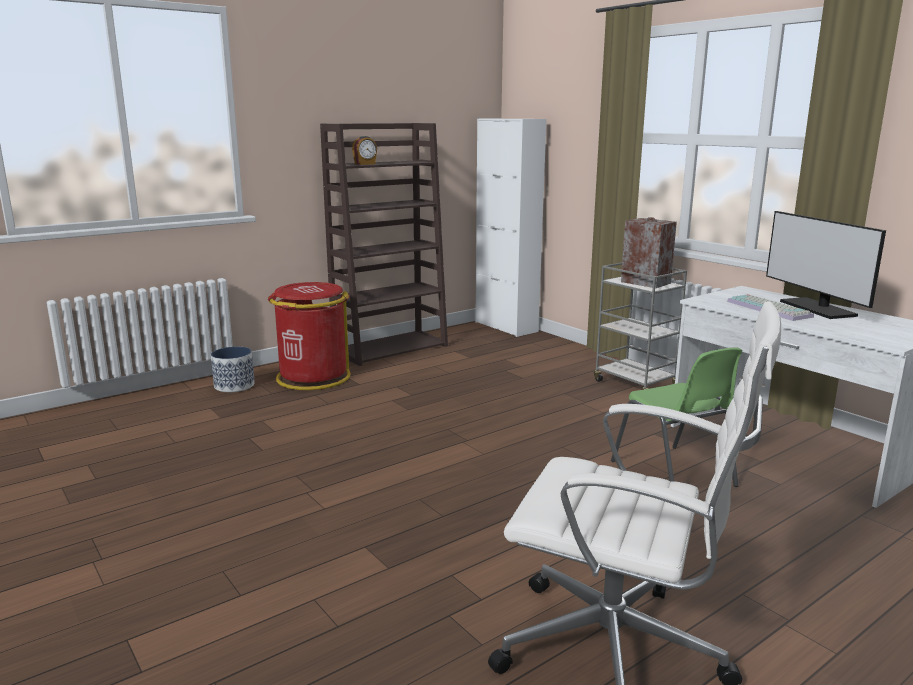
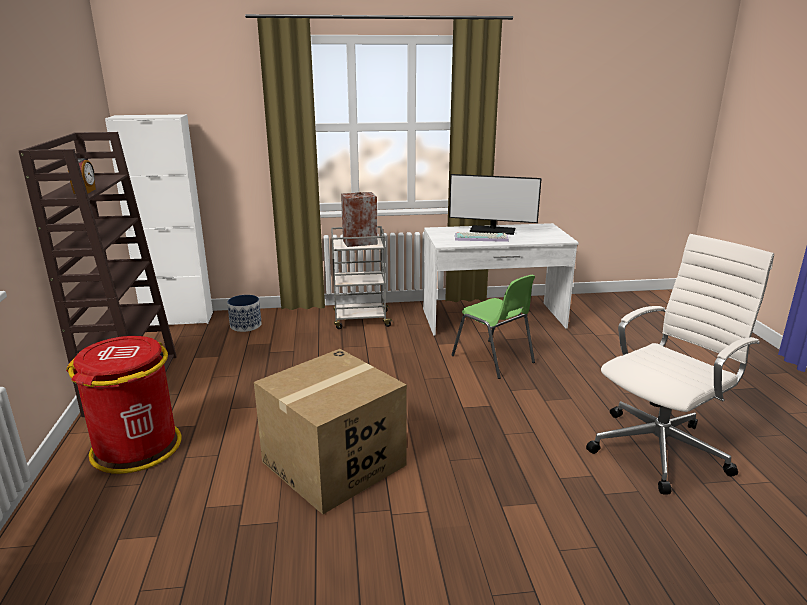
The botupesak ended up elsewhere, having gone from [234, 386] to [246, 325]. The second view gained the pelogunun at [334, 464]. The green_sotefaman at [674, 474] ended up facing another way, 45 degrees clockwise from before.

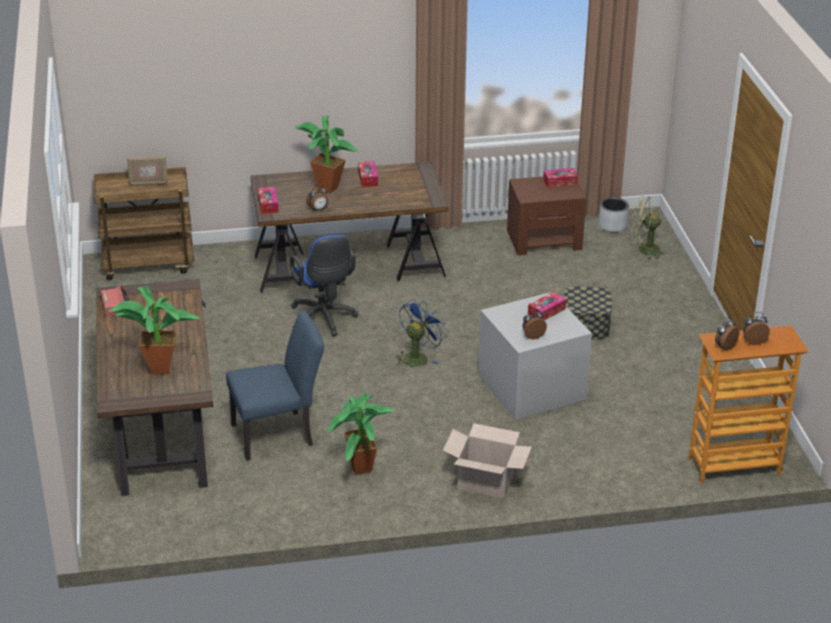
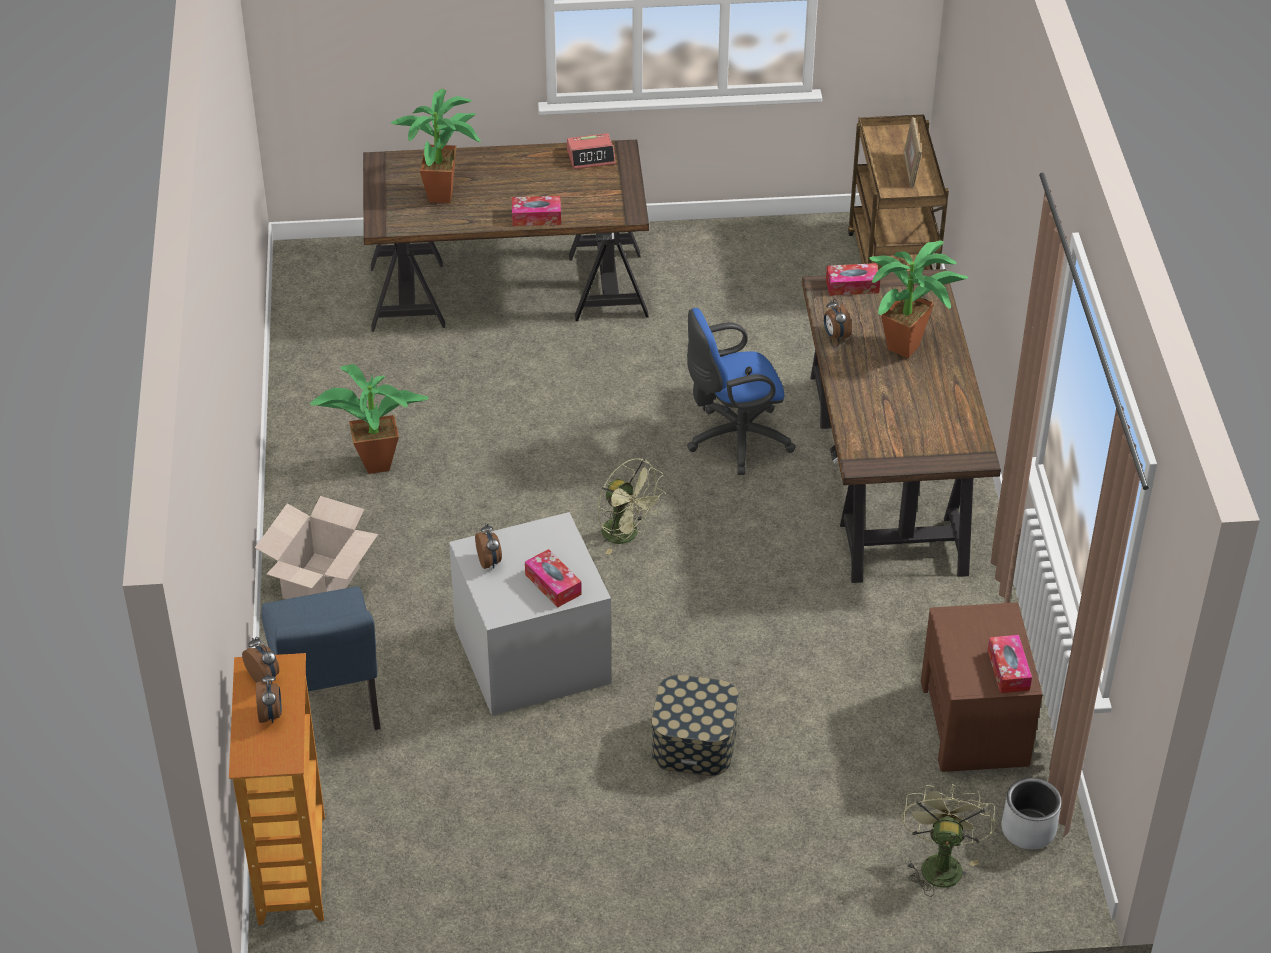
The blue_sotefaman ended up elsewhere, having gone from [279, 434] to [329, 707]. The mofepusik ended up elsewhere, having gone from [368, 178] to [536, 217]. What was the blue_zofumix at [418, 357] turned into the green_zofumix at [627, 535].

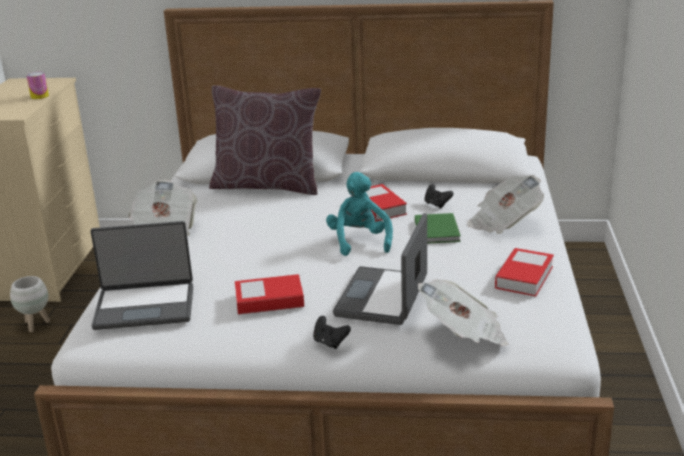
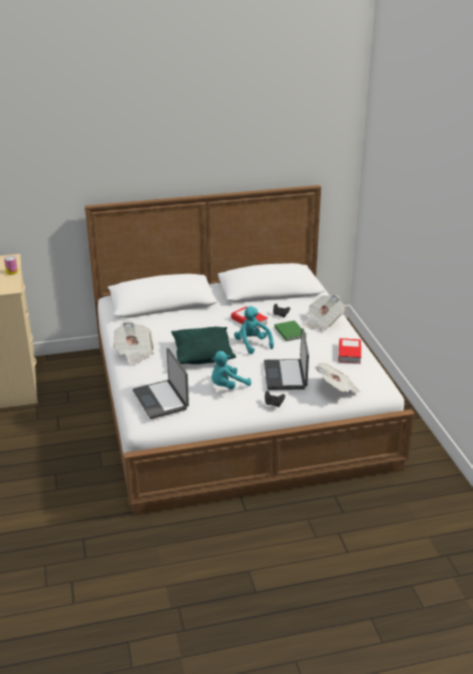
The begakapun at [145, 306] ended up facing another way, 90 degrees clockwise from before. The second view gained the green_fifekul at [202, 354]. Where the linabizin stood at [269, 300], the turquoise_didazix came to stand at [227, 386]. The second view lost the white_botupesak at [36, 325]. The second view lost the brown_fifekul at [267, 185].

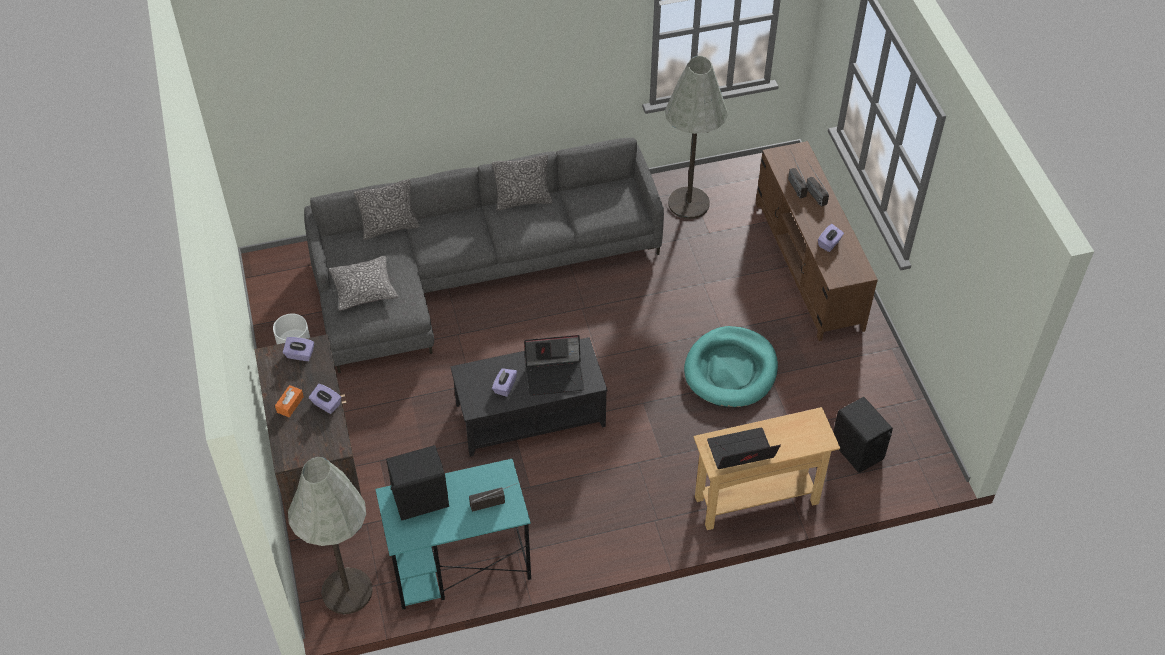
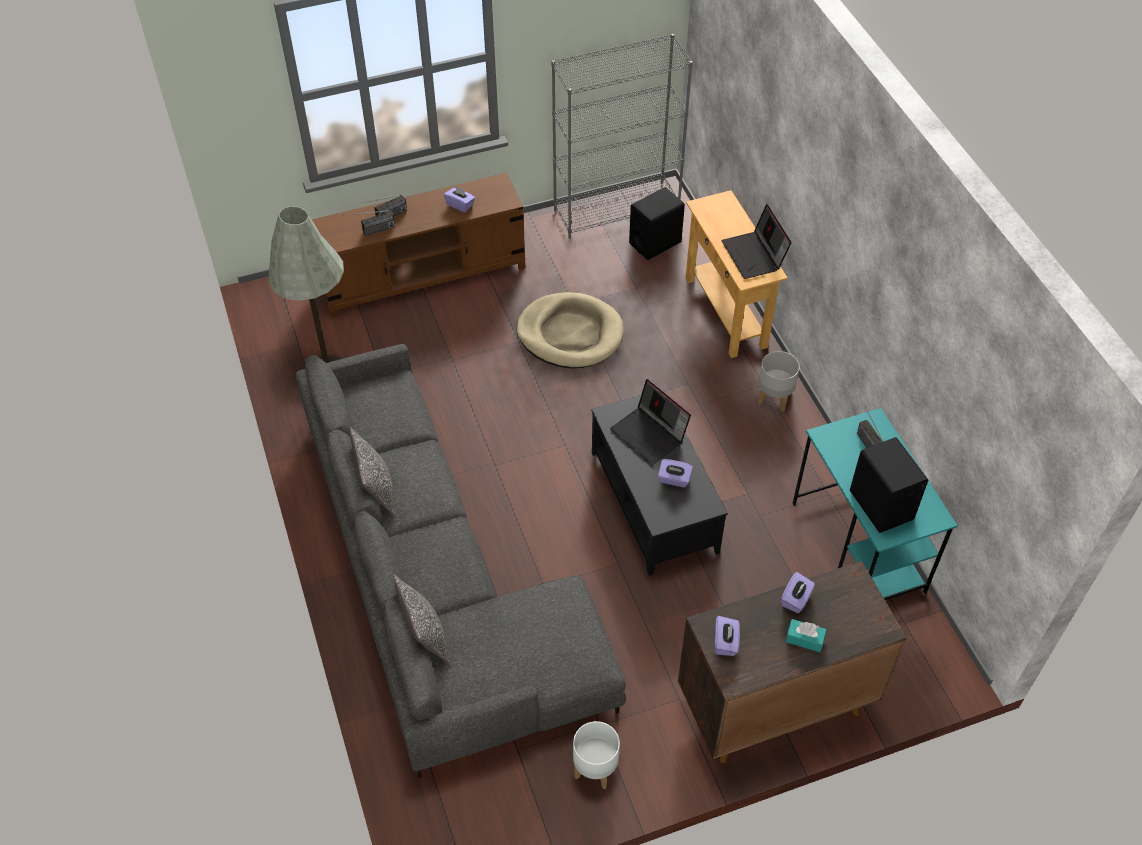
What was the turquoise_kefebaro at [731, 370] turned into the beige_kefebaro at [570, 334]. The second view gained the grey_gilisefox at [617, 209]. The begakapun at [555, 375] ended up facing another way, 150 degrees clockwise from before. The second view gained the grey_botupesak at [773, 398]. What was the orange_mofepusik at [290, 404] turned into the turquoise_mofepusik at [804, 639]. The second view lost the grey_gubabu at [347, 591]. The second view lost the fifekul at [364, 289].

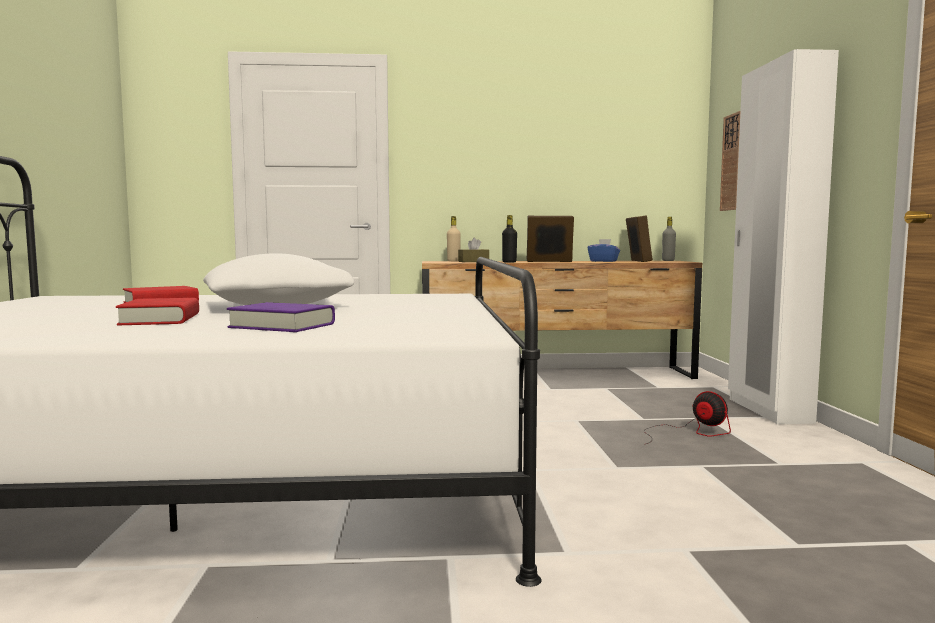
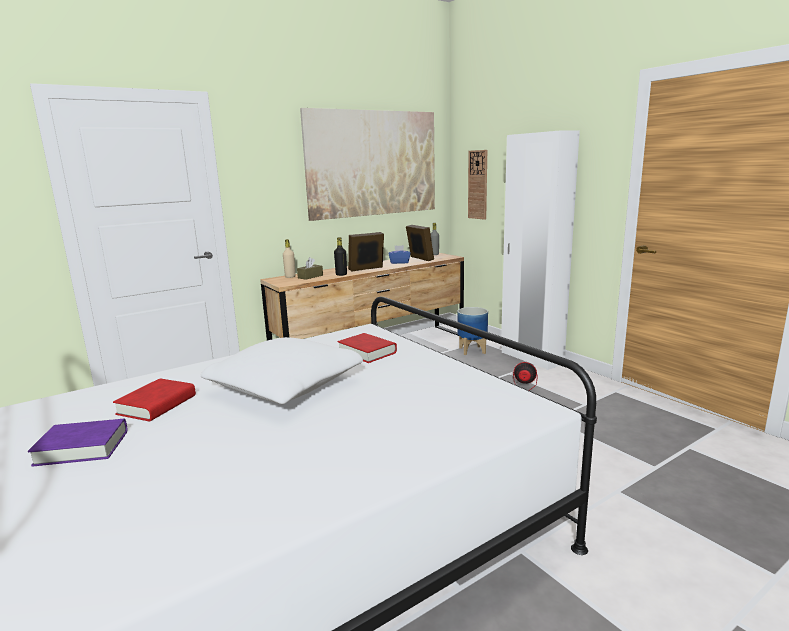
The purple_linabizin ended up elsewhere, having gone from [282, 326] to [82, 448]. The second view gained the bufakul at [373, 163]. The red_linabizin ended up elsewhere, having gone from [160, 319] to [367, 352]. The second view gained the botupesak at [472, 350].

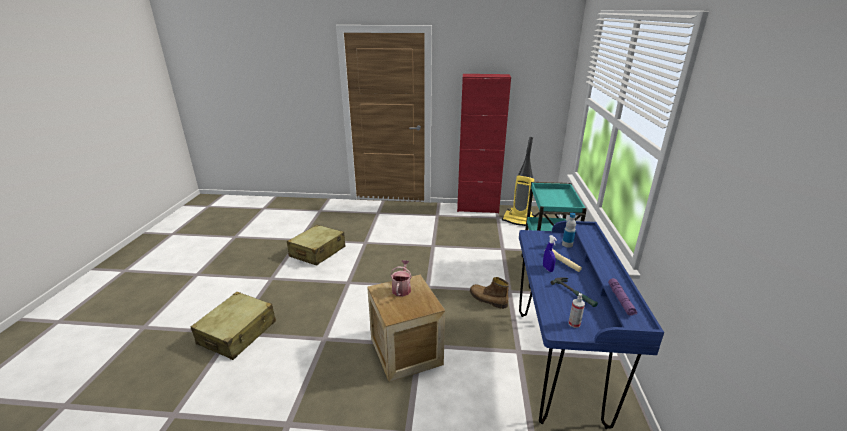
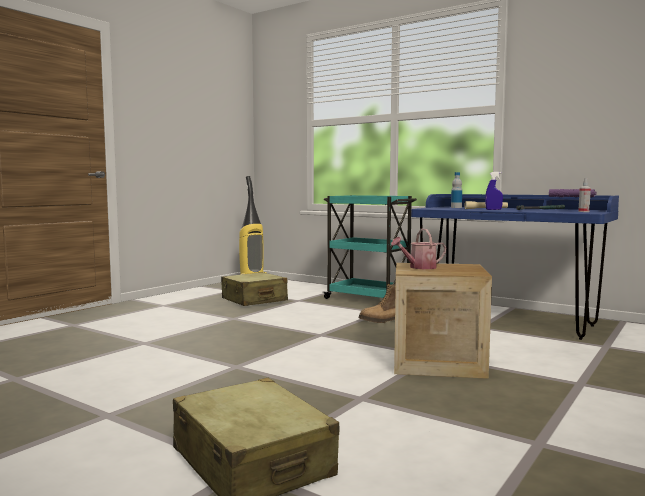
The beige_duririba ended up elsewhere, having gone from [317, 252] to [254, 300]. The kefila at [402, 288] ended up facing another way, 60 degrees counterclockwise from before. The second view lost the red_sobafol at [477, 208].

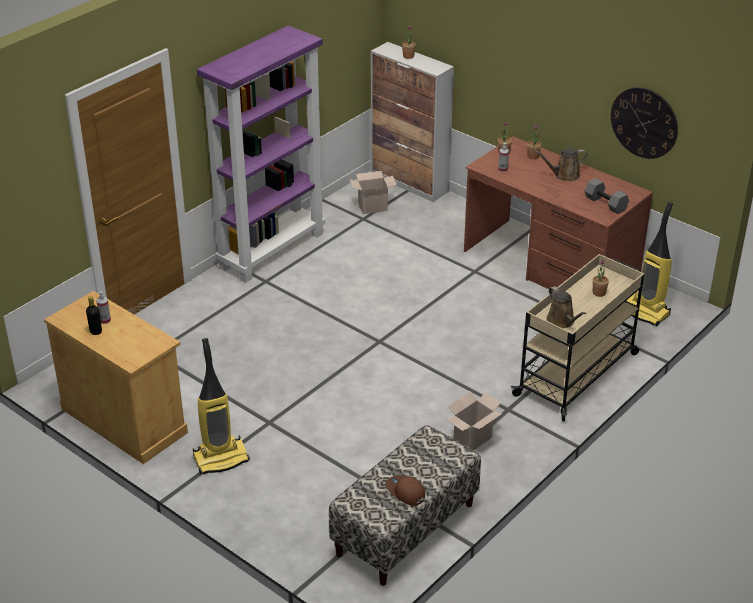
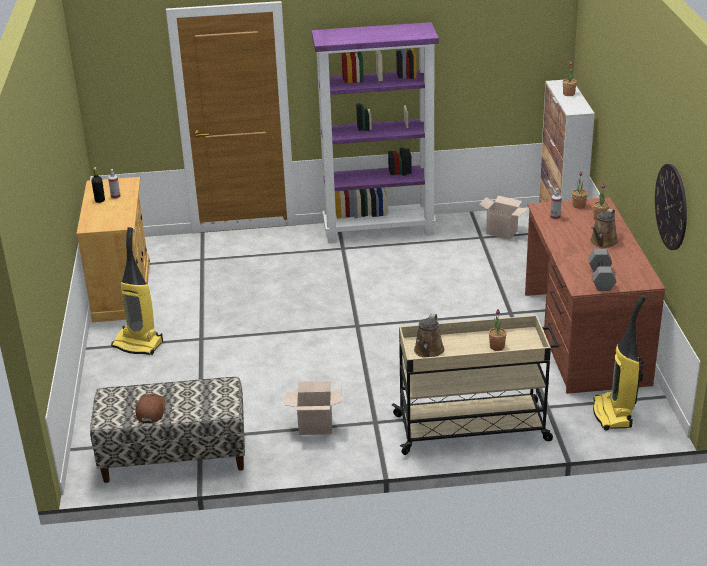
The brown_kefila at [564, 175] ended up facing another way, 90 degrees counterclockwise from before.

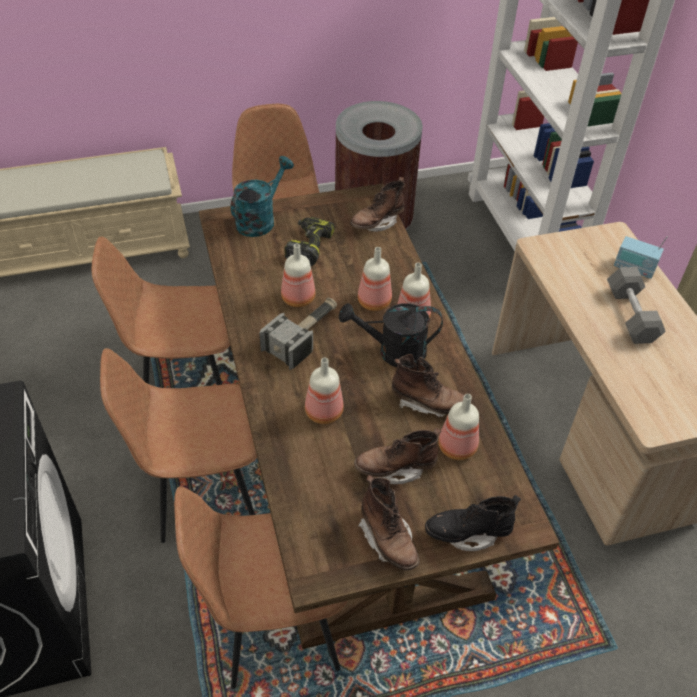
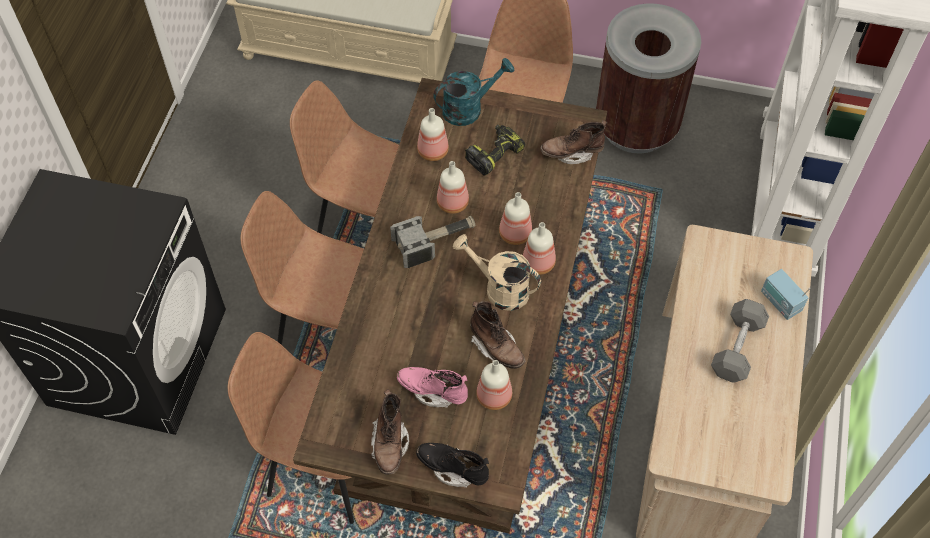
What was the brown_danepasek at [395, 468] turned into the pink_danepasek at [433, 391]. The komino ended up elsewhere, having gone from [322, 412] to [432, 151]. What was the black_kefila at [393, 352] turned into the beige_kefila at [499, 289].

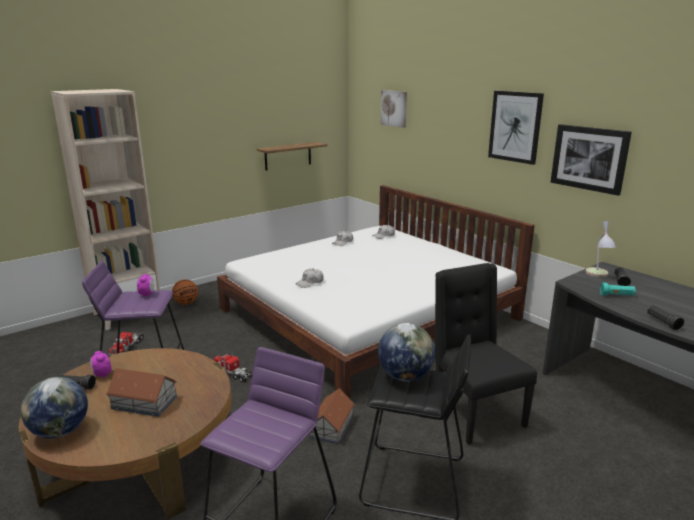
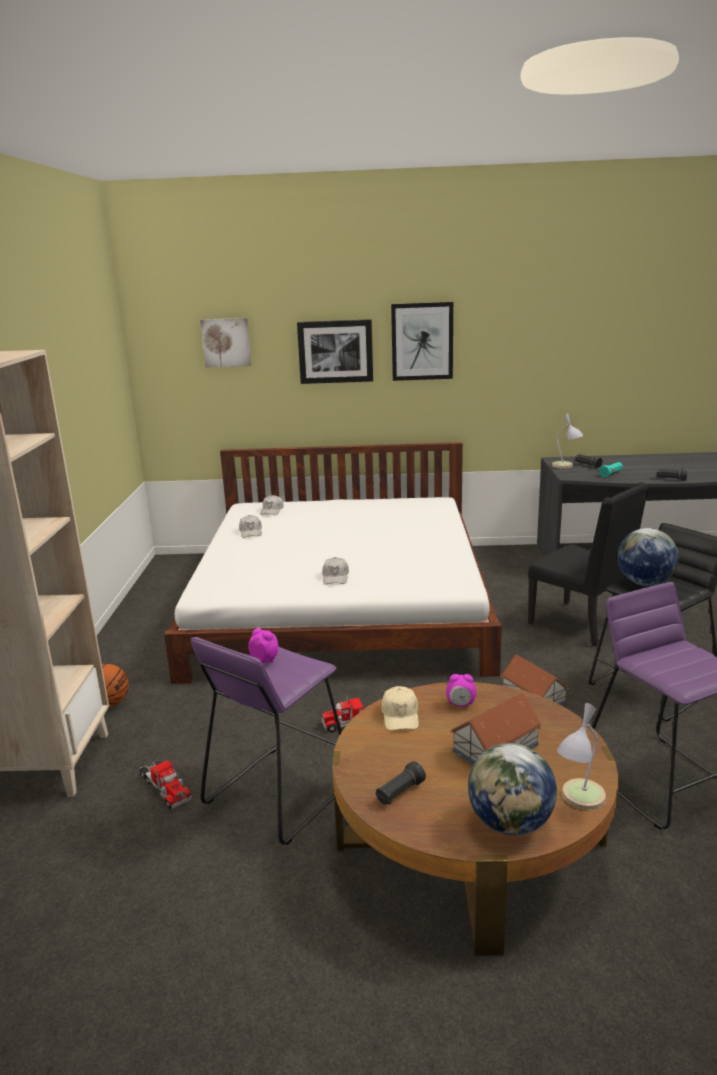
The bufakul ended up elsewhere, having gone from [589, 158] to [335, 351]. The second view gained the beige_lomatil at [400, 715]. The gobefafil ended up elsewhere, having gone from [102, 375] to [461, 704]. The black_sotefaman at [474, 413] ended up facing another way, 150 degrees counterclockwise from before. The second view gained the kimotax at [578, 800]. The second view lost the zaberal at [288, 156].

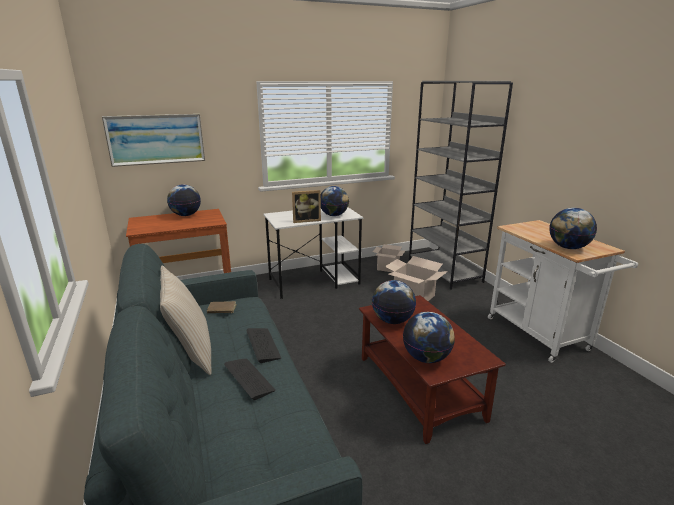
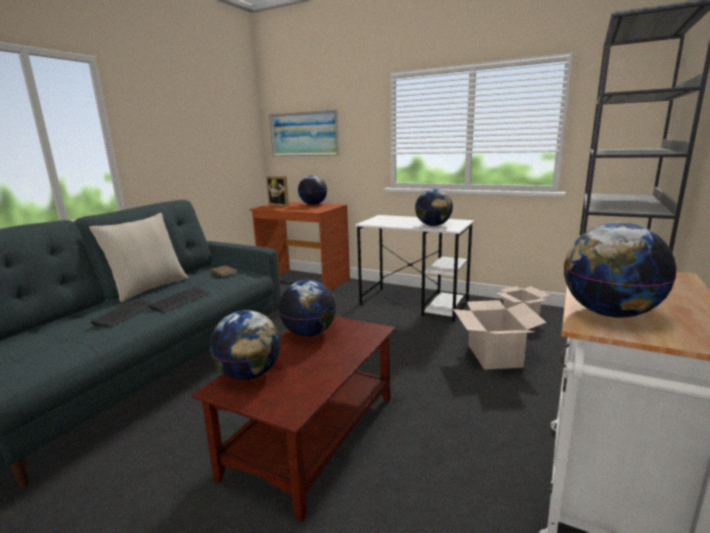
The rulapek ended up elsewhere, having gone from [306, 220] to [280, 205].

